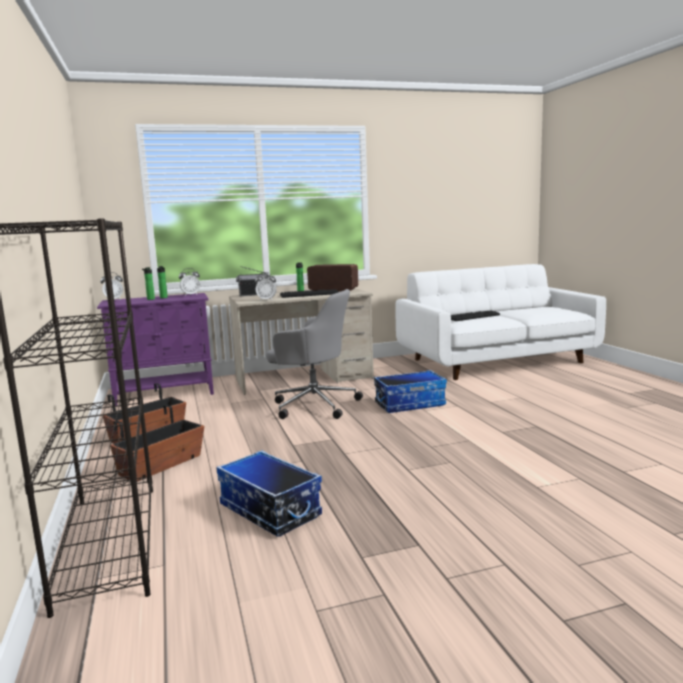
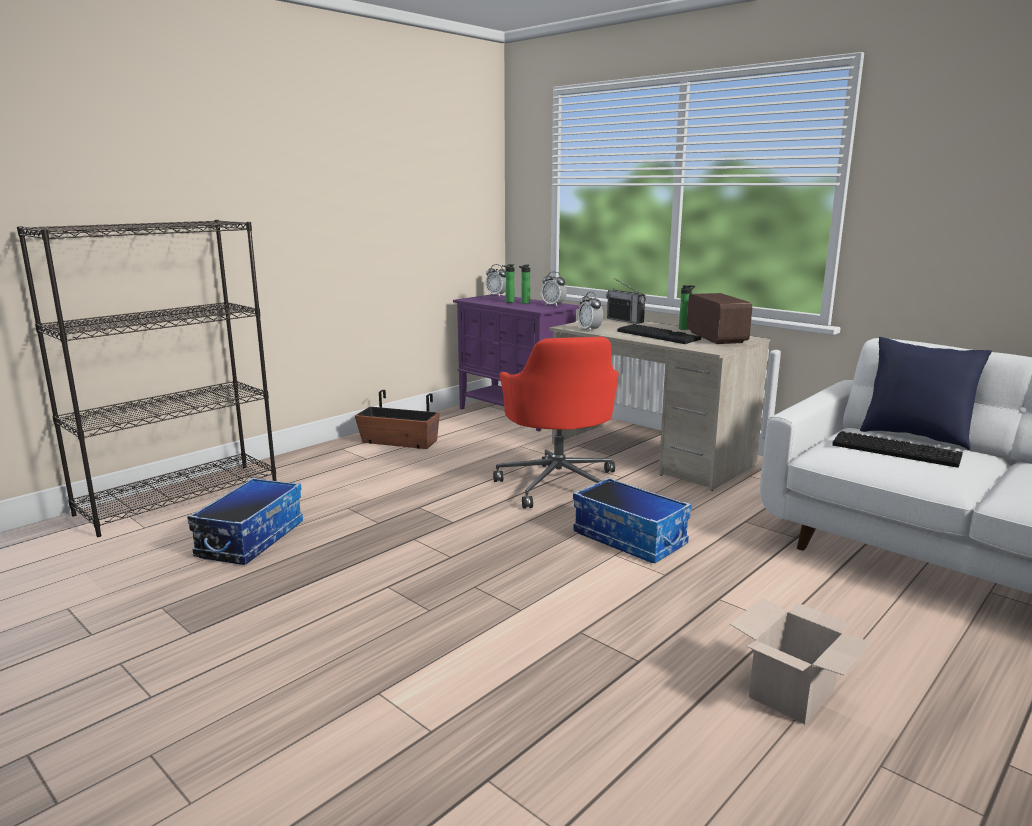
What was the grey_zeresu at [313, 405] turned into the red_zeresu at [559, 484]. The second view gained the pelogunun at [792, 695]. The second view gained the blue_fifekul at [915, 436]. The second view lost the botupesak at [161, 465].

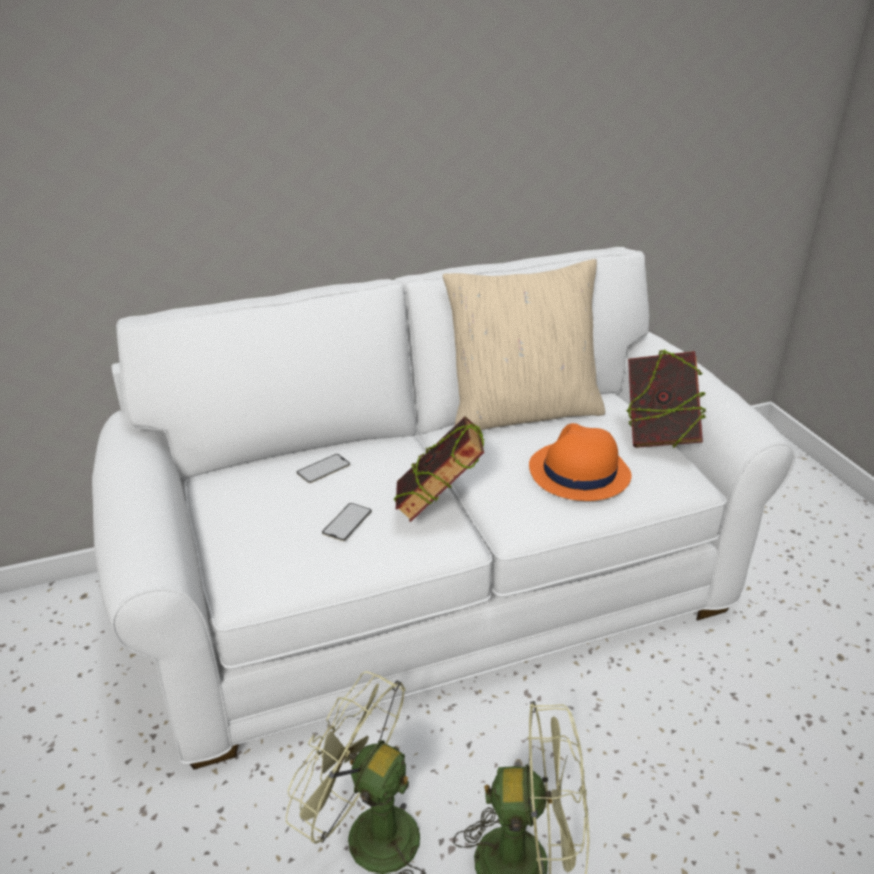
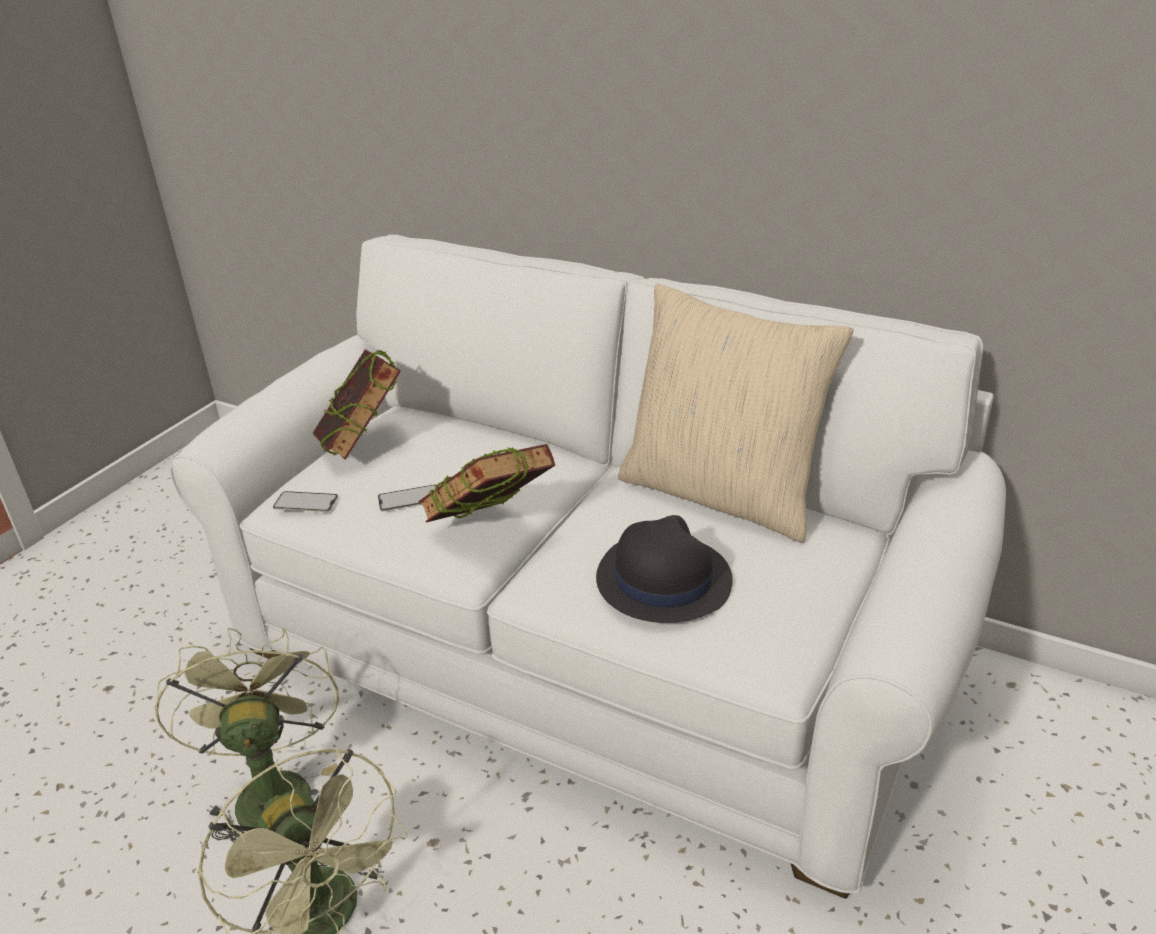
The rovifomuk ended up elsewhere, having gone from [323, 469] to [305, 502]. The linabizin ended up elsewhere, having gone from [658, 437] to [363, 446]. What was the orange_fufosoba at [578, 472] turned into the black_fufosoba at [662, 579].

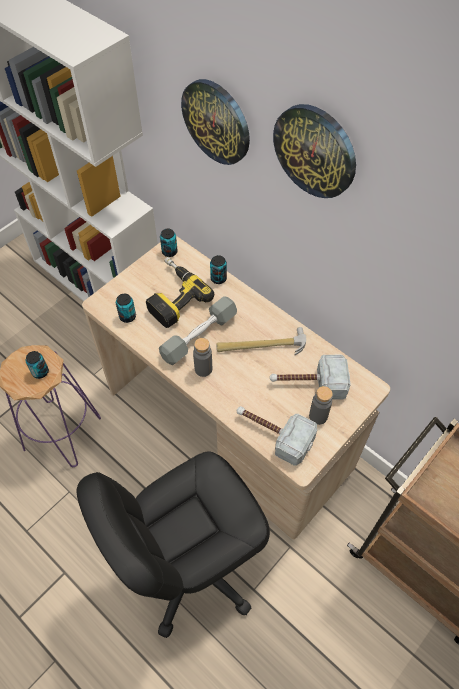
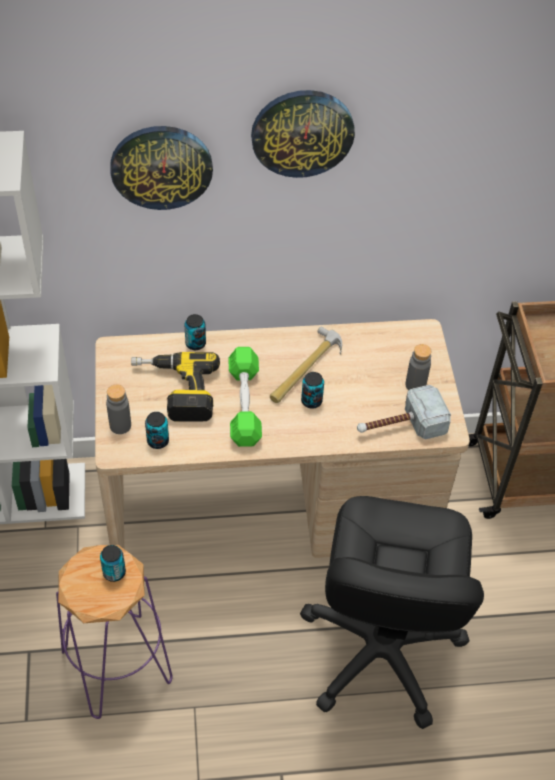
The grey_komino ended up elsewhere, having gone from [203, 369] to [120, 425]. What was the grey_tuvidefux at [199, 336] turned into the green_tuvidefux at [244, 404]. The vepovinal ended up elsewhere, having gone from [169, 252] to [311, 401]. The second view lost the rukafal at [308, 383].

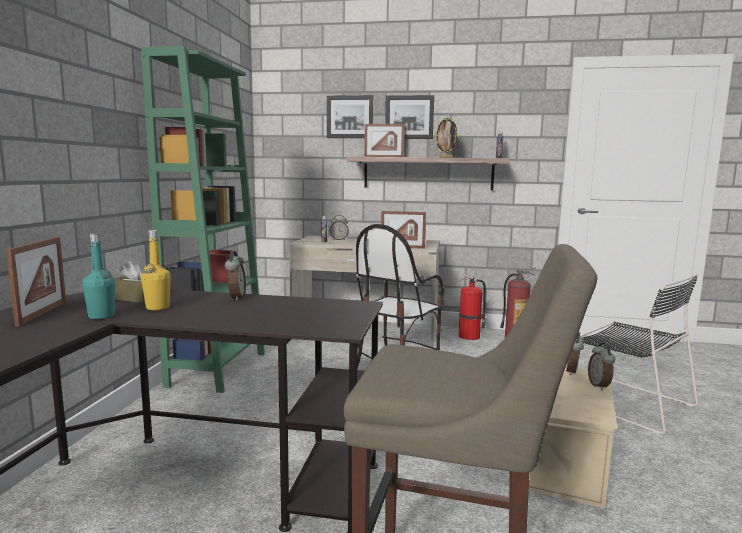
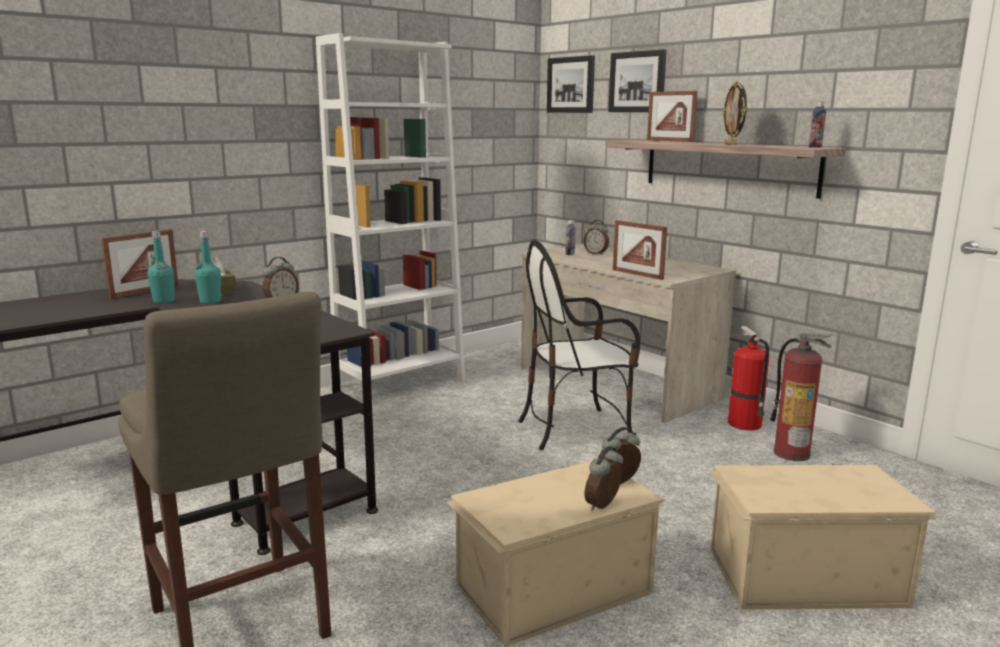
What was the yellow_komino at [157, 307] turned into the turquoise_komino at [210, 301]. What was the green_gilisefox at [218, 369] turned into the white_gilisefox at [400, 383]. The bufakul ended up elsewhere, having gone from [409, 117] to [571, 85]. Where the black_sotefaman stood at [626, 402], the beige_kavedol came to stand at [803, 575].

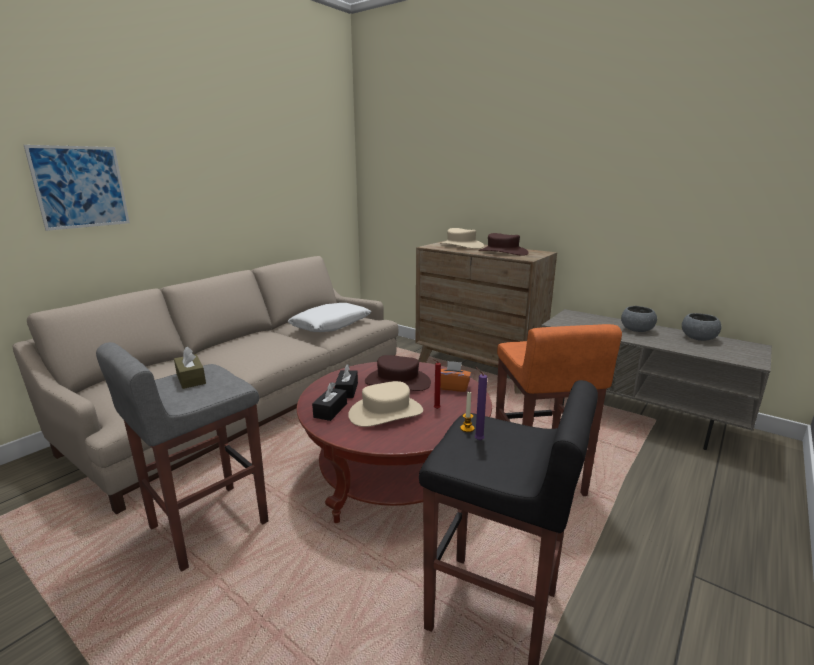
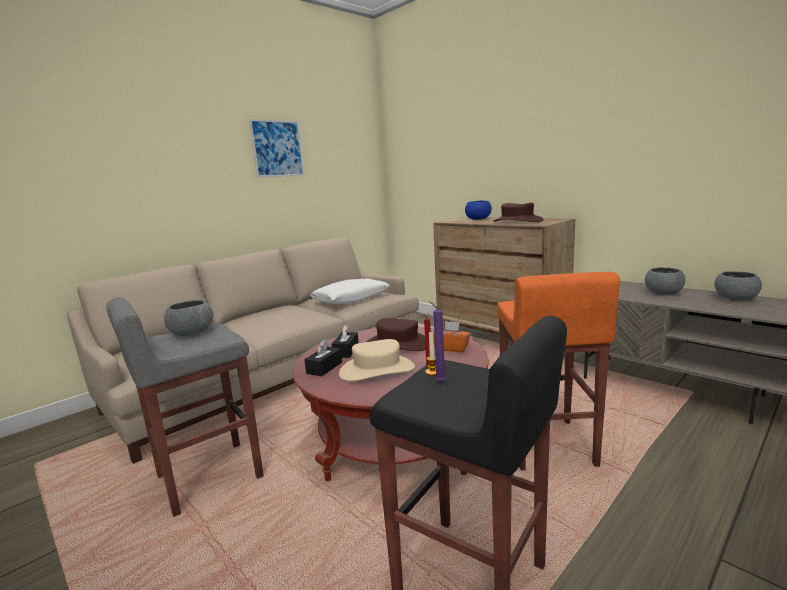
Where the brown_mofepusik stood at [191, 378], the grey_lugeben came to stand at [192, 333]. The bufakul ended up elsewhere, having gone from [80, 187] to [277, 148]. Where the beige_fufosoba stood at [461, 246], the blue_lugeben came to stand at [478, 219].

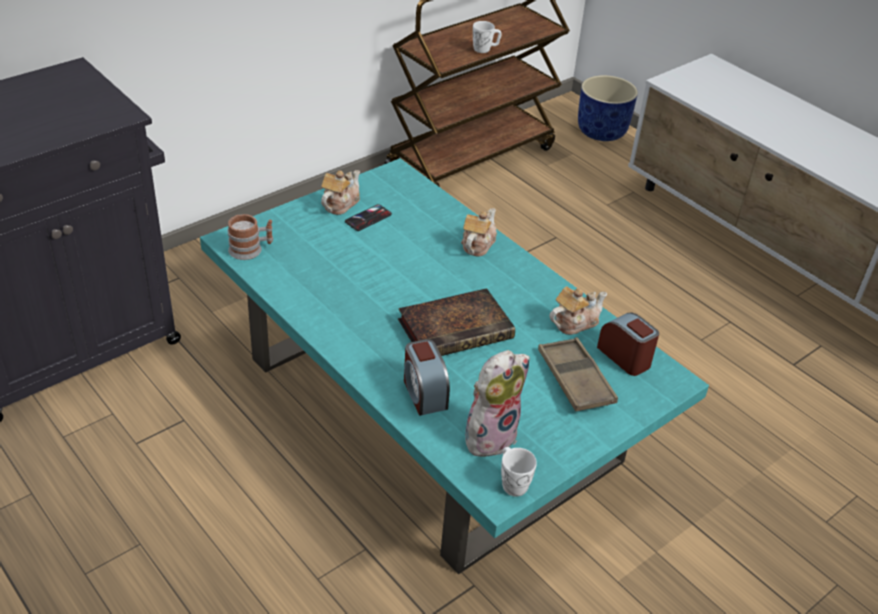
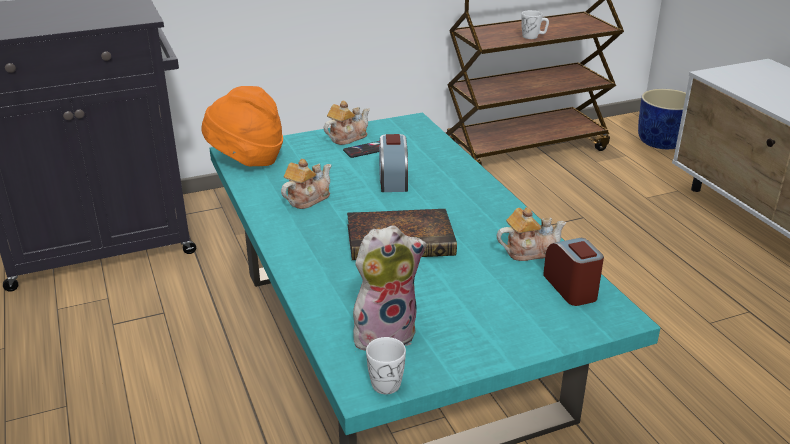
Where the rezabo stood at [251, 249], the orange_fufosoba came to stand at [246, 160]. The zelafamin ended up elsewhere, having gone from [477, 244] to [307, 199]. The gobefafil ended up elsewhere, having gone from [424, 393] to [393, 180]. The second view lost the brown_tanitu at [575, 379].

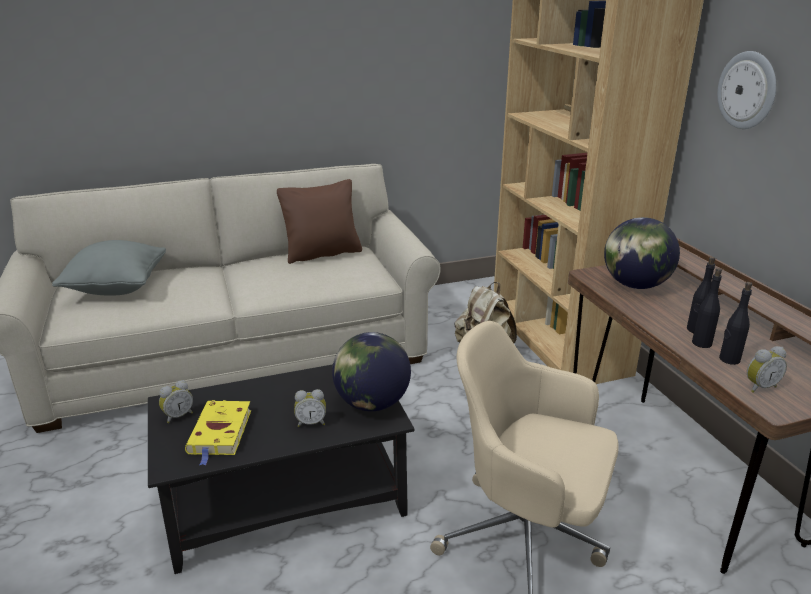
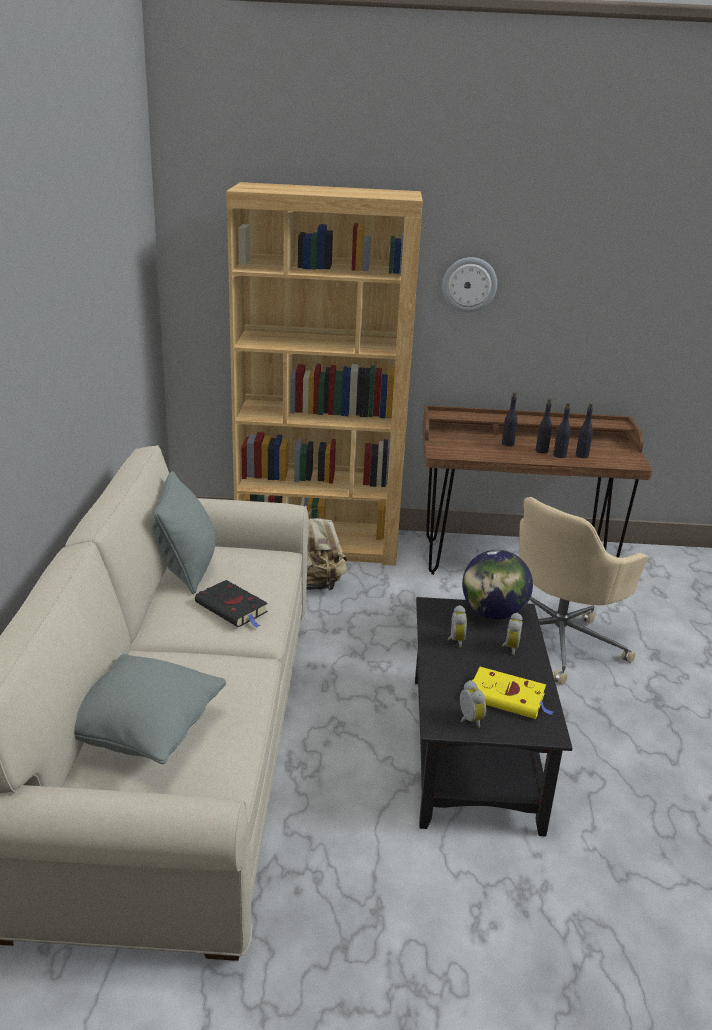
What was the brown_fifekul at [322, 254] turned into the grey_fifekul at [186, 569]. The second view gained the black_linabizin at [233, 608]. The gobefafil ended up elsewhere, having gone from [759, 386] to [455, 640]. The second view gained the black_komino at [507, 444]. The second view lost the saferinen at [635, 285].

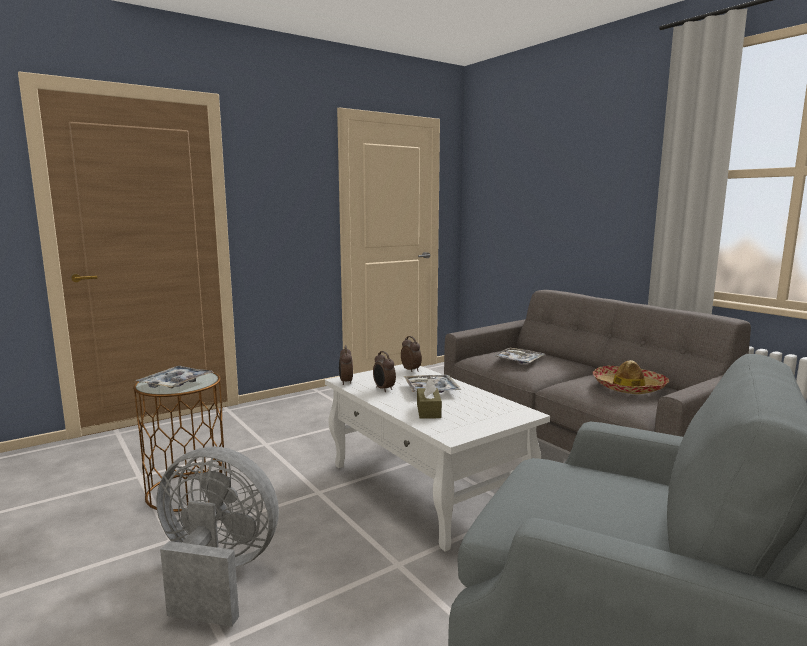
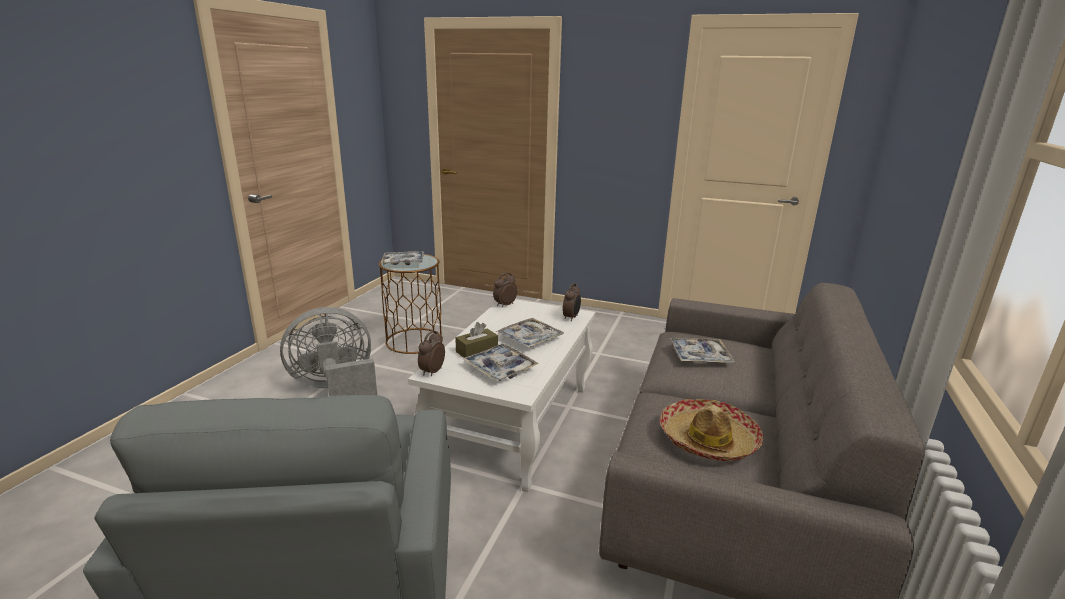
The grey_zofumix at [217, 575] ended up facing another way, 90 degrees counterclockwise from before. The gobefafil ended up elsewhere, having gone from [383, 389] to [431, 372]. The second view gained the tanitu at [500, 368].

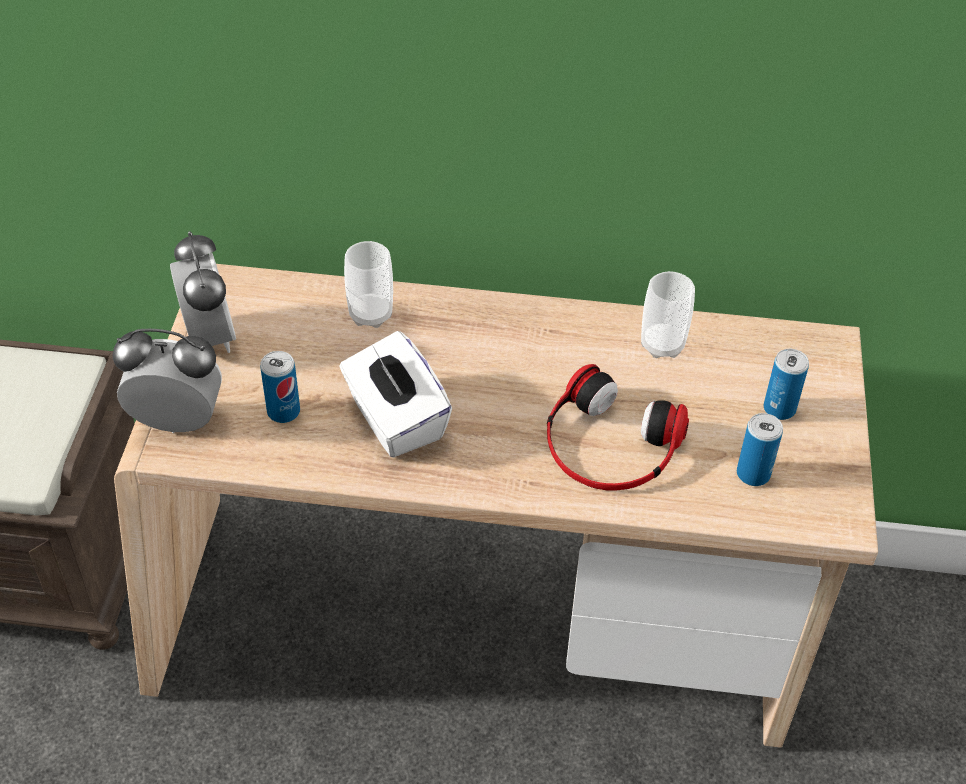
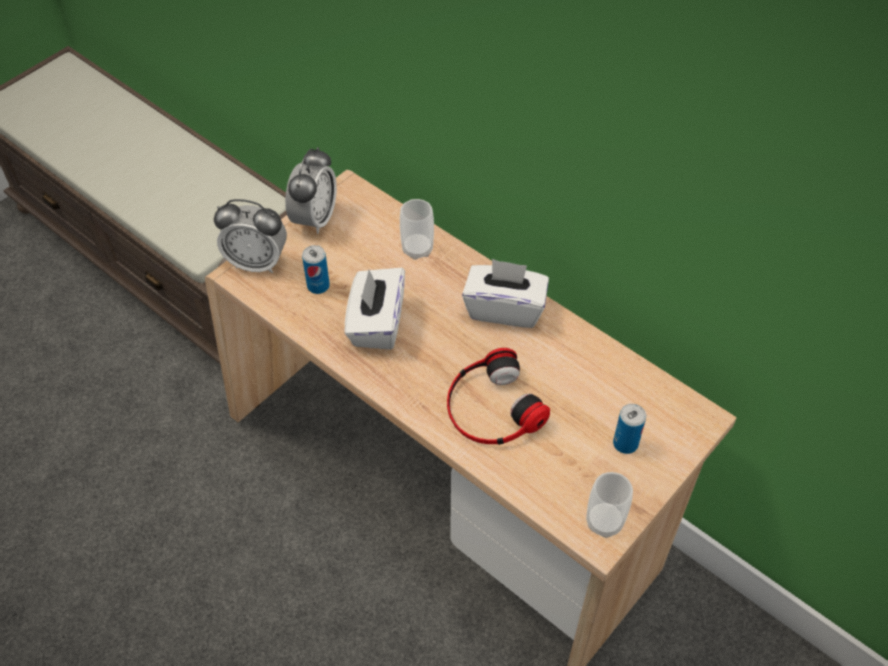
The gobefafil at [177, 421] ended up facing another way, 150 degrees clockwise from before. The second view gained the white_mofepusik at [504, 309]. The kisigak ended up elsewhere, having gone from [662, 345] to [604, 522]. The second view lost the vepovinal at [753, 474].

